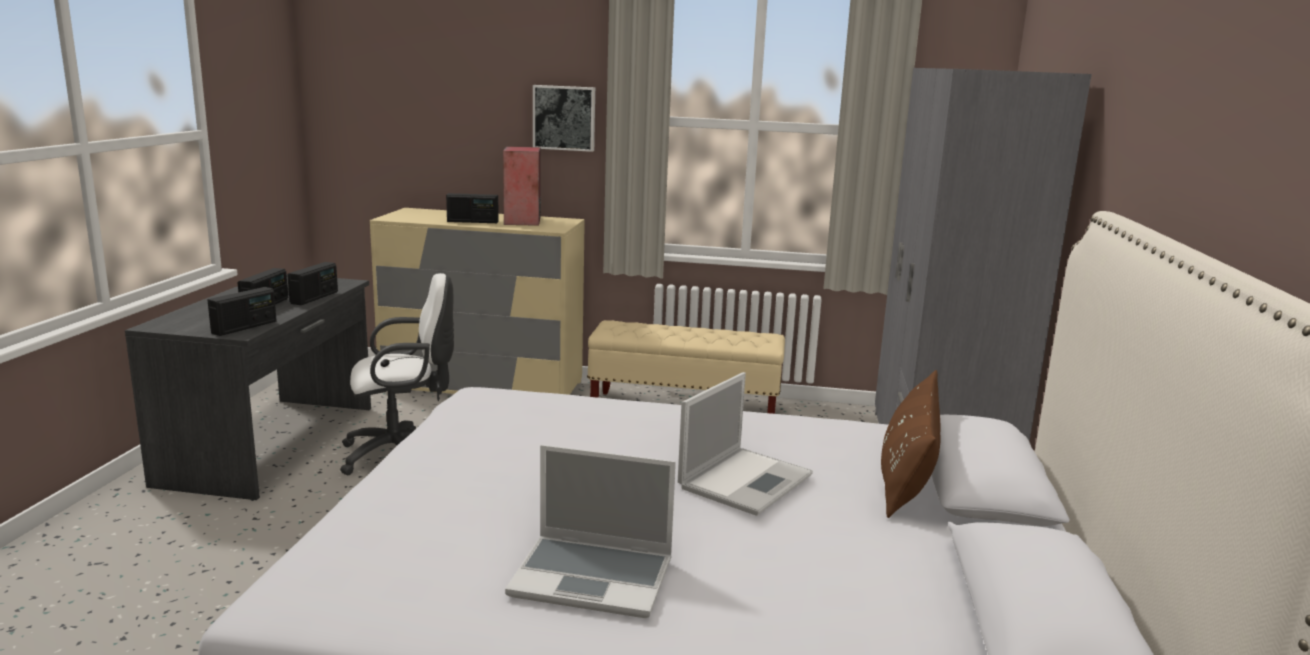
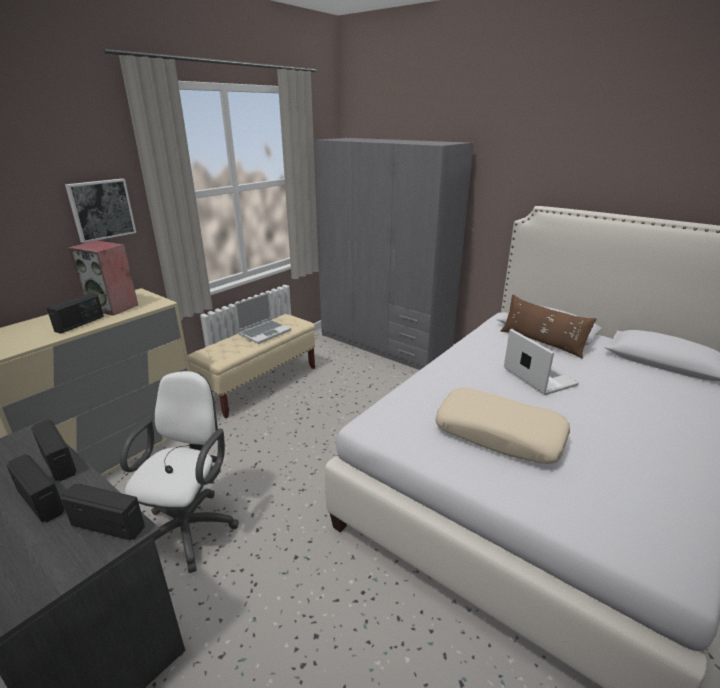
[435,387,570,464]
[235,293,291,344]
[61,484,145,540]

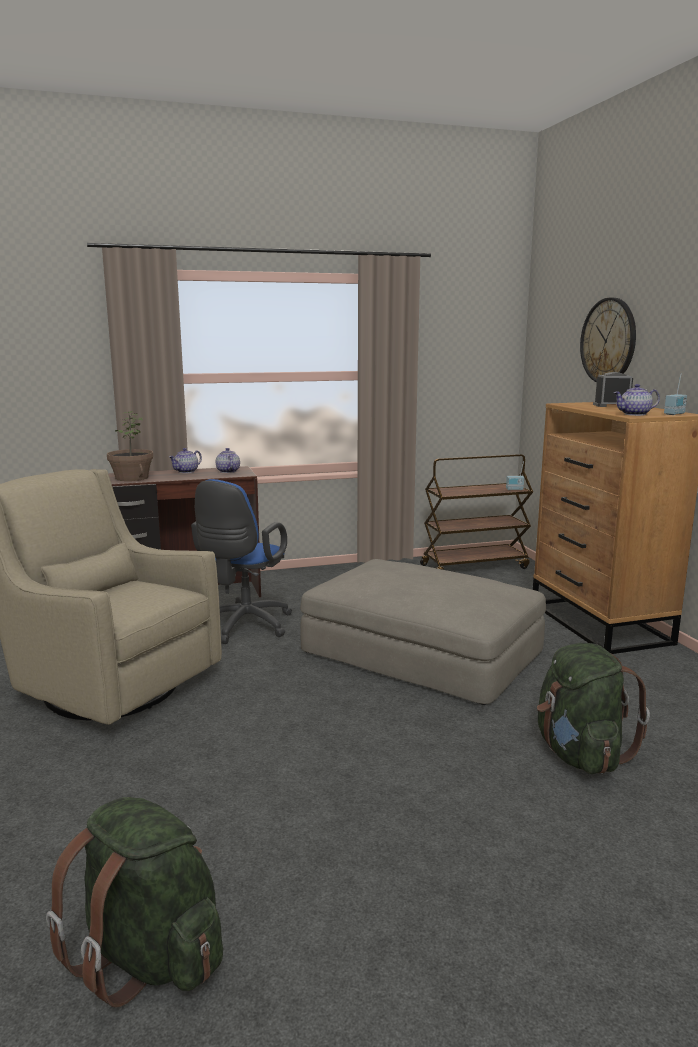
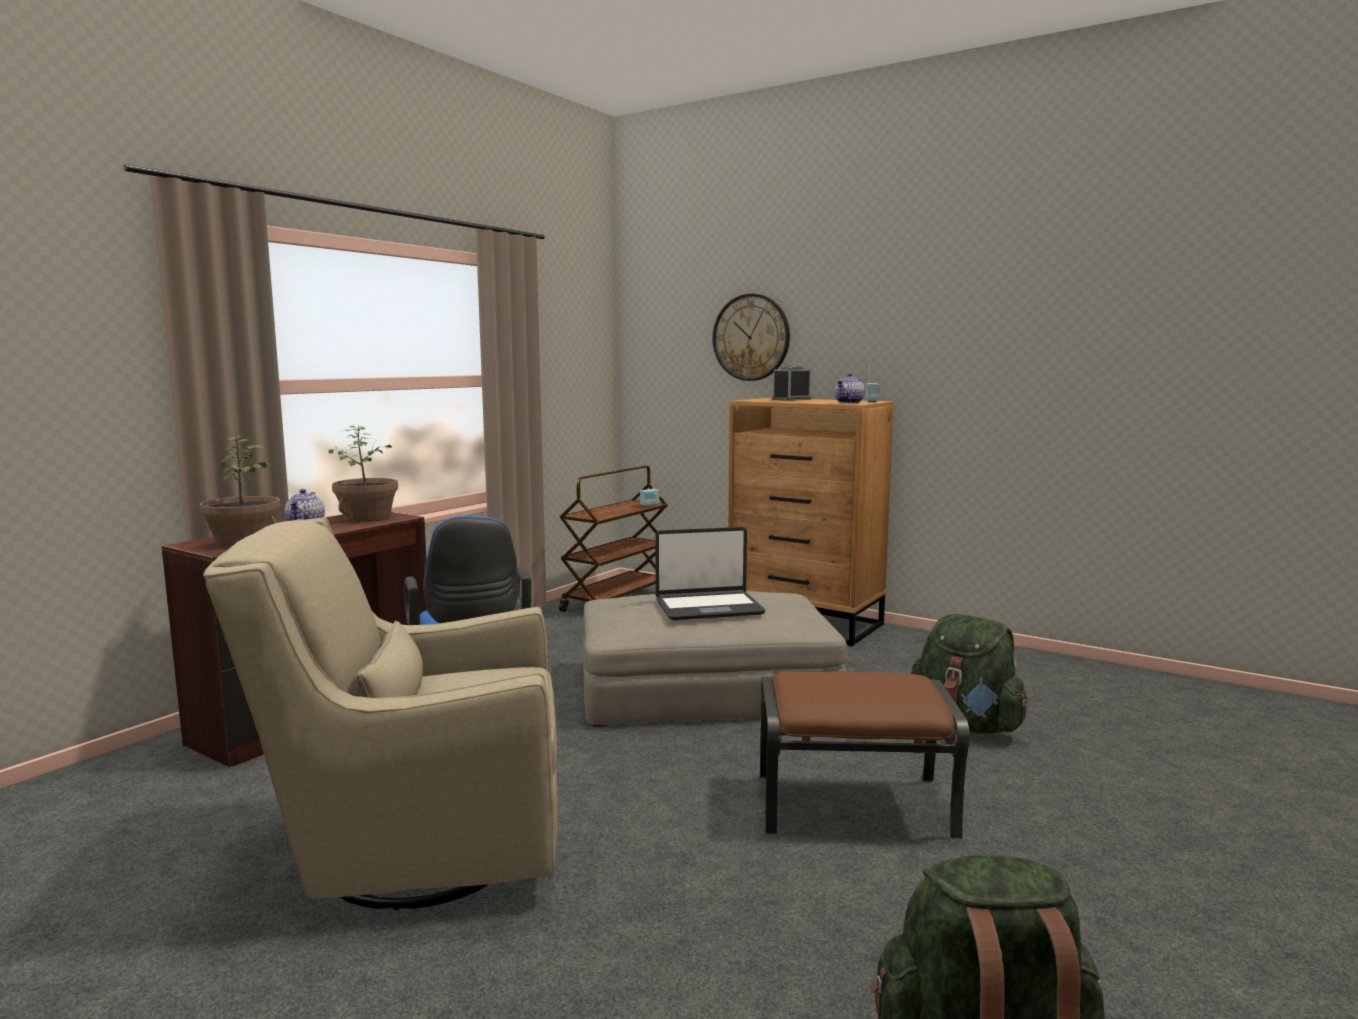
[655,527,765,620]
[760,671,970,839]
[329,426,398,522]

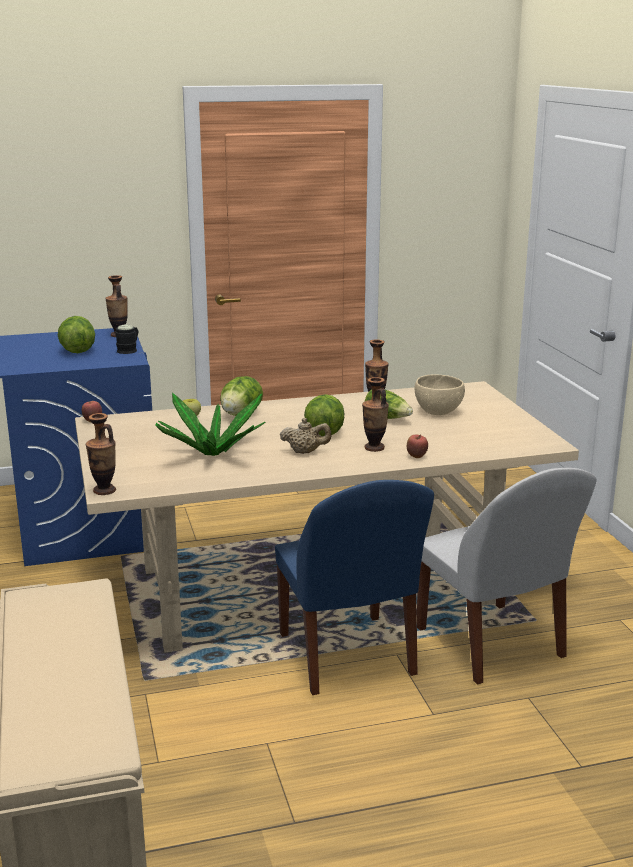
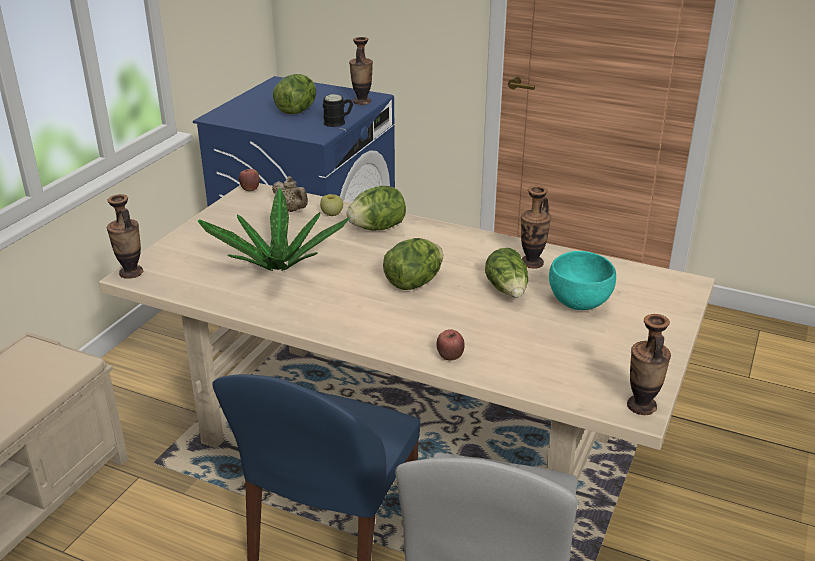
[272,176,308,212]
[627,314,671,415]
[549,251,616,310]

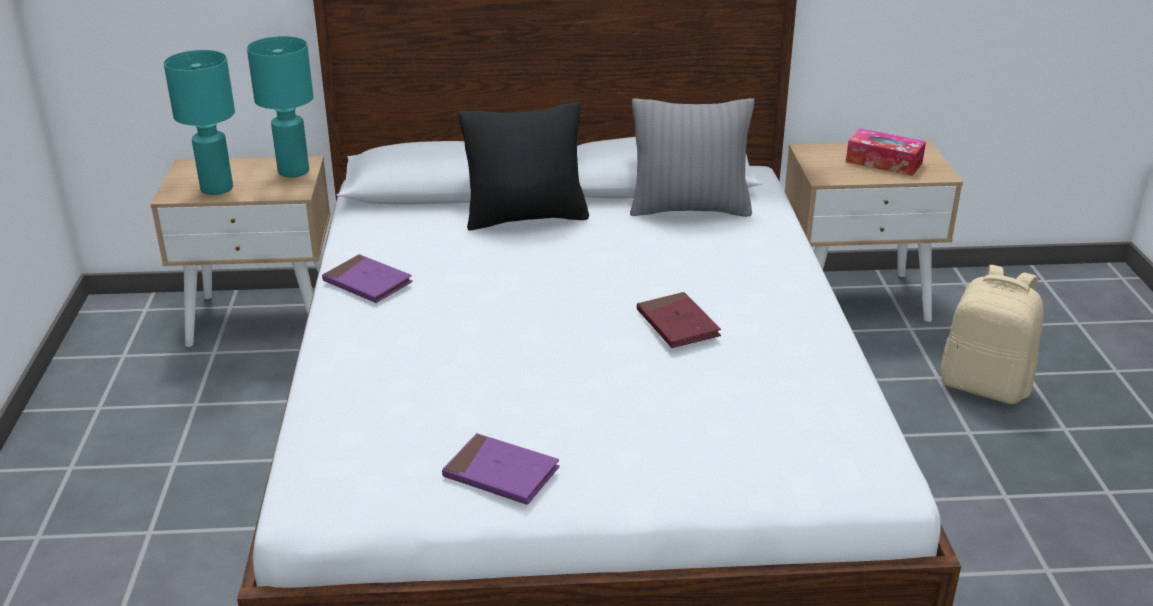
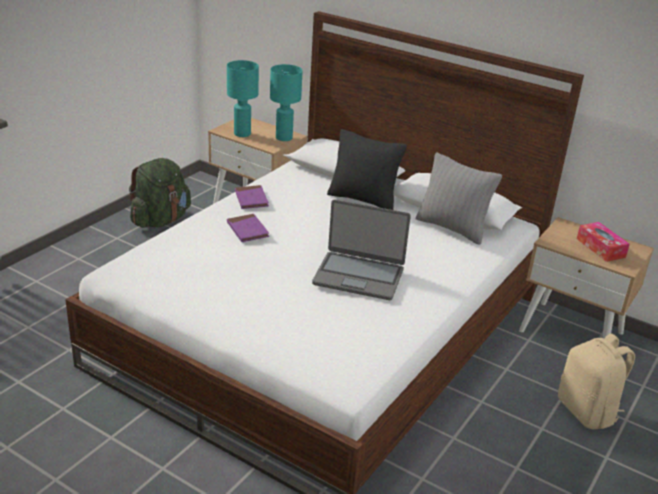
[129,158,191,228]
[227,214,269,242]
[312,199,411,300]

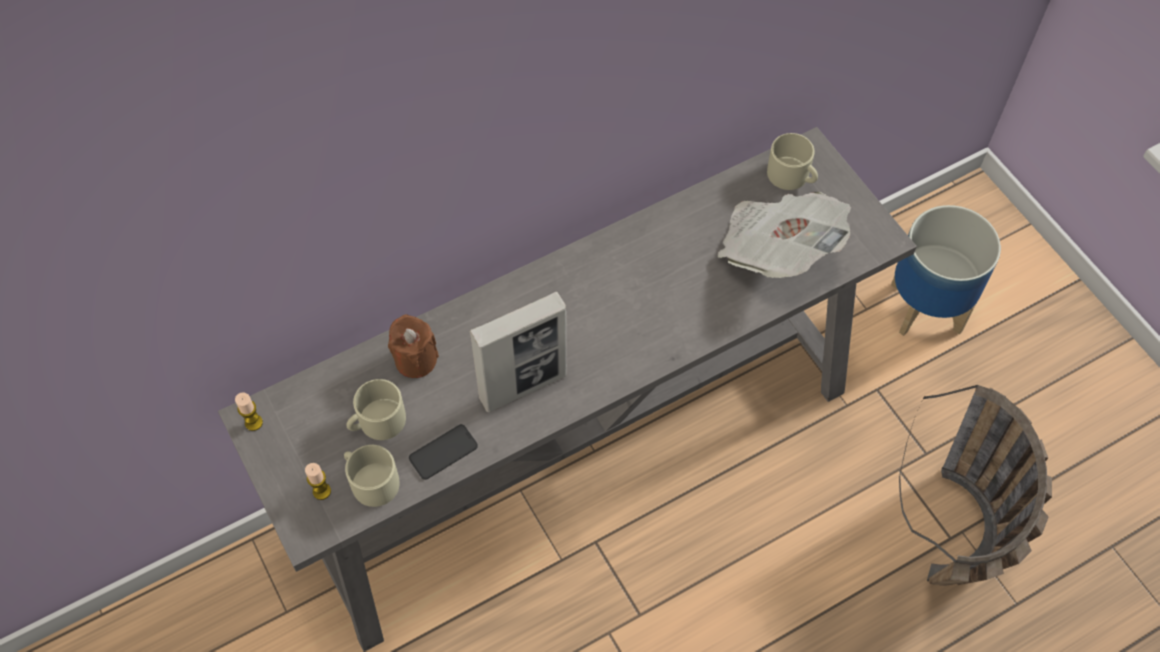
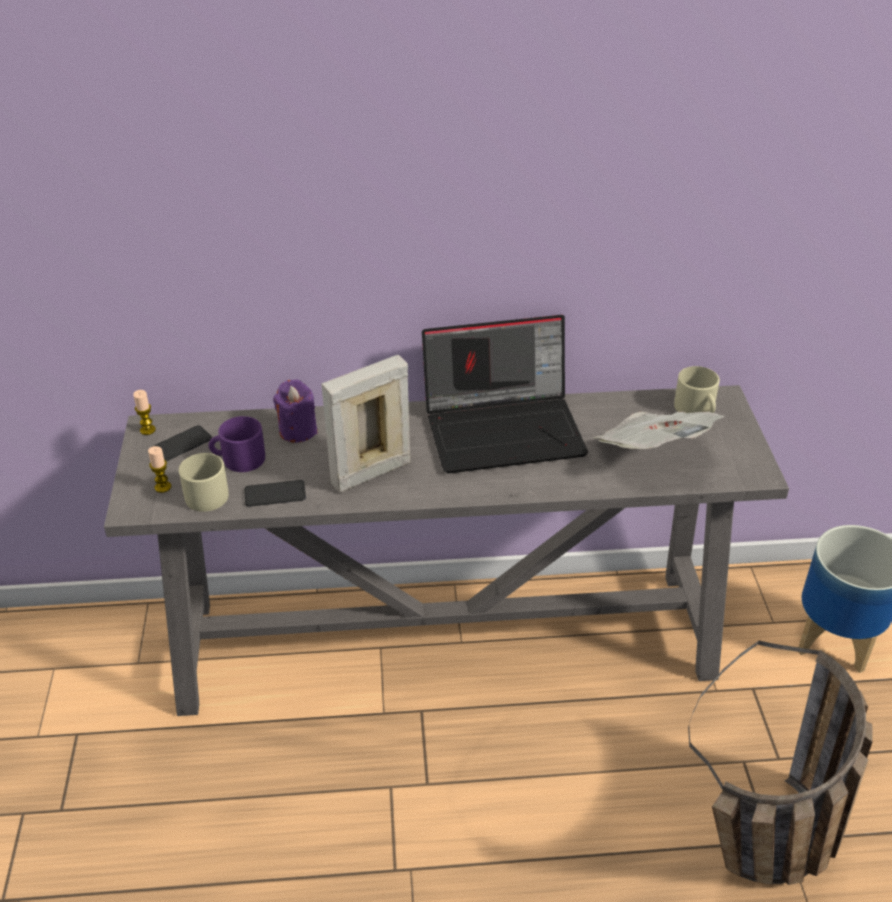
[152,425,212,461]
[422,315,588,473]
[209,416,265,472]
[273,380,317,443]
[321,355,411,493]

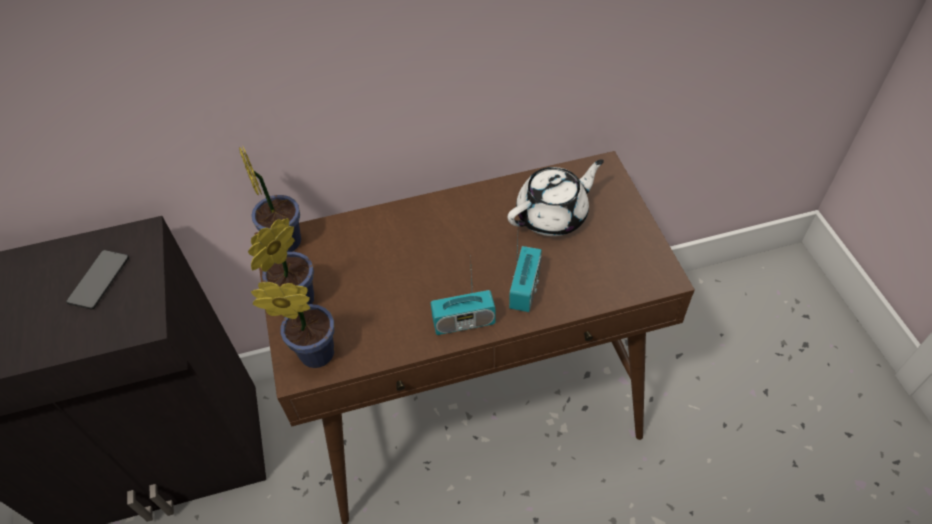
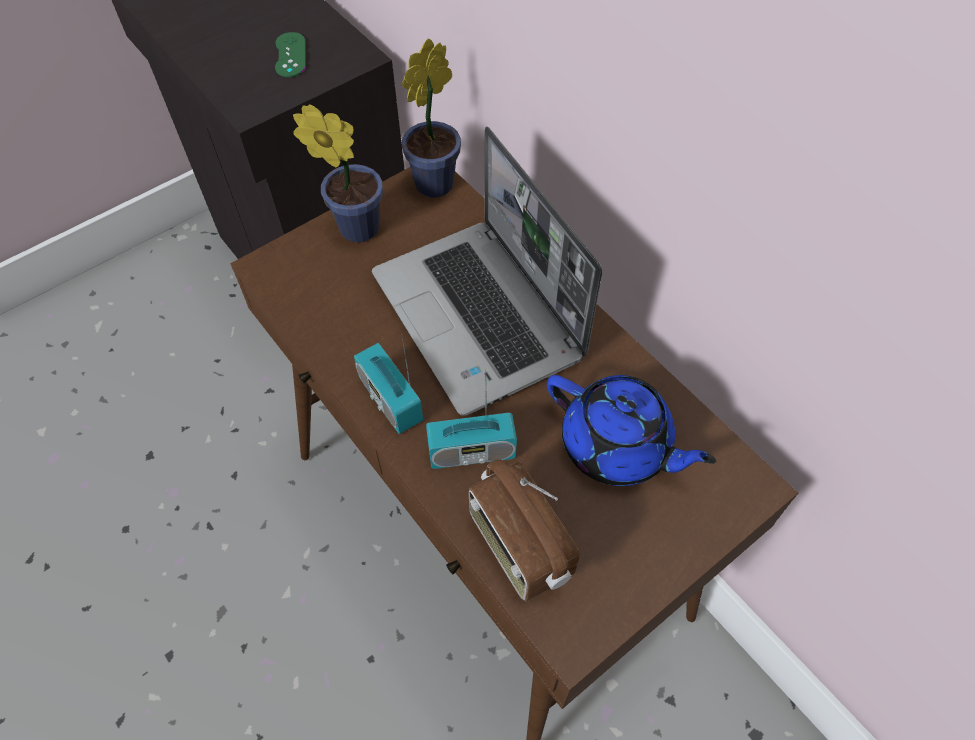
[251,282,335,368] (first image)
[372,126,602,416]
[469,459,580,601]
[275,32,306,77]
[547,375,716,486]

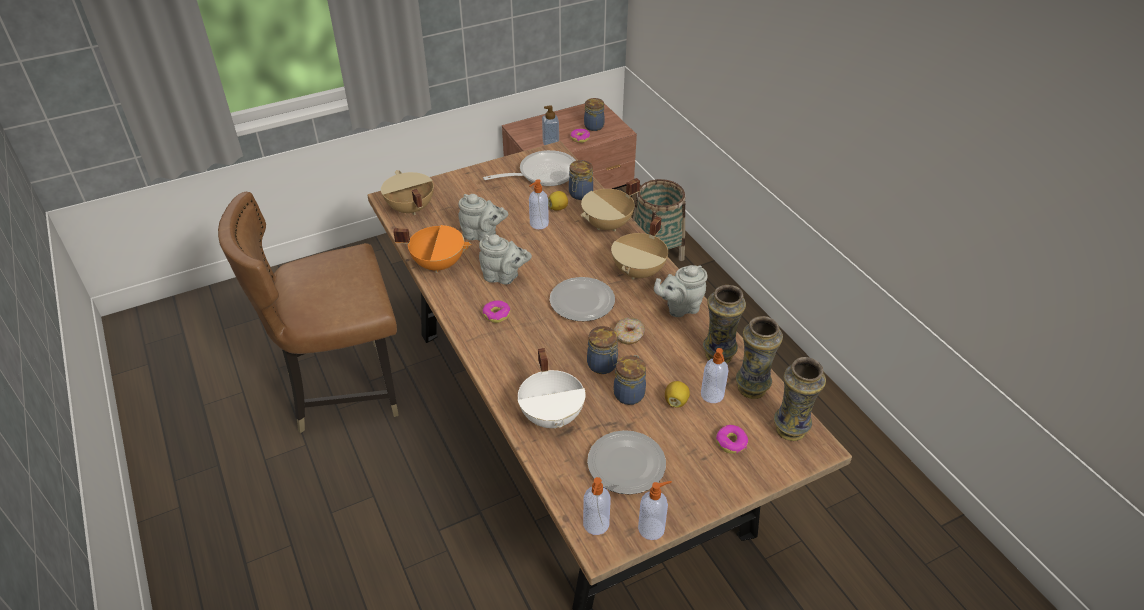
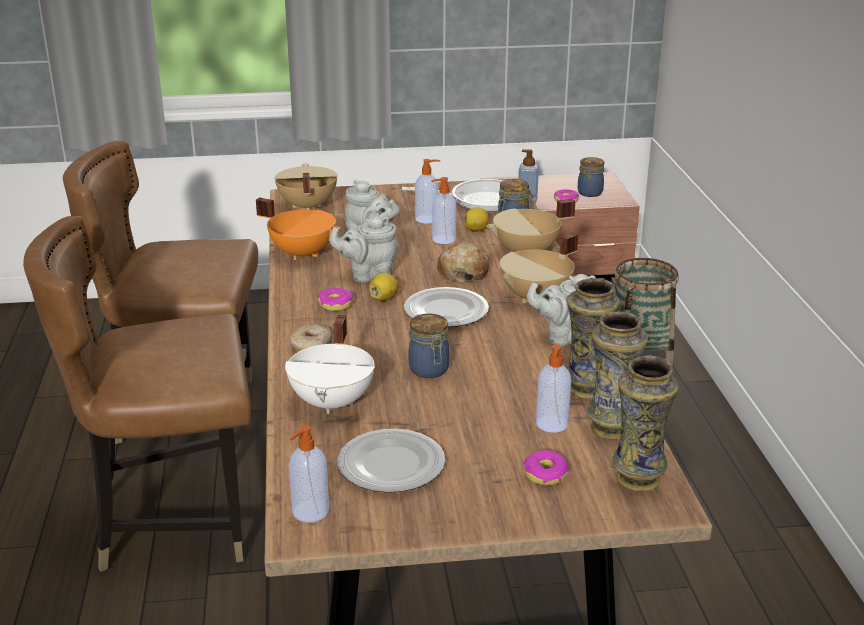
[614,355,646,405] (first image)
[23,216,251,572]
[437,242,489,283]
[290,324,332,352]
[415,159,440,224]
[369,273,398,301]
[329,216,398,283]

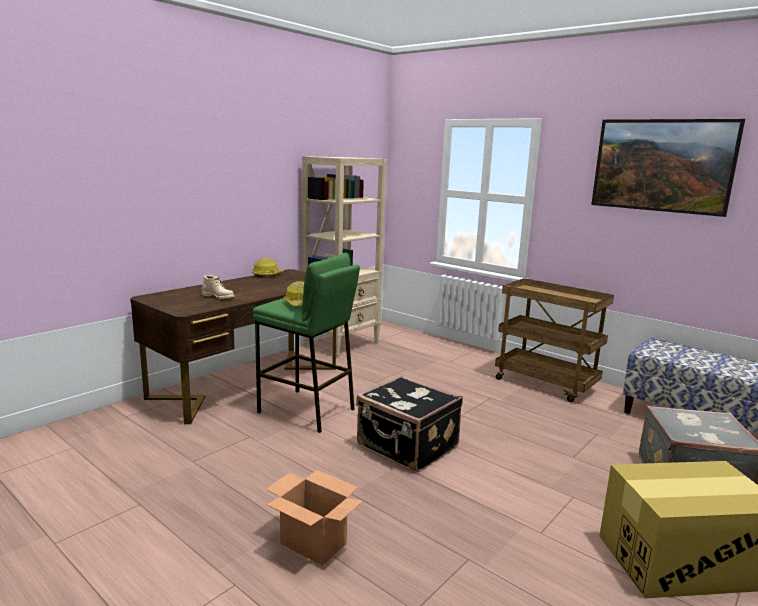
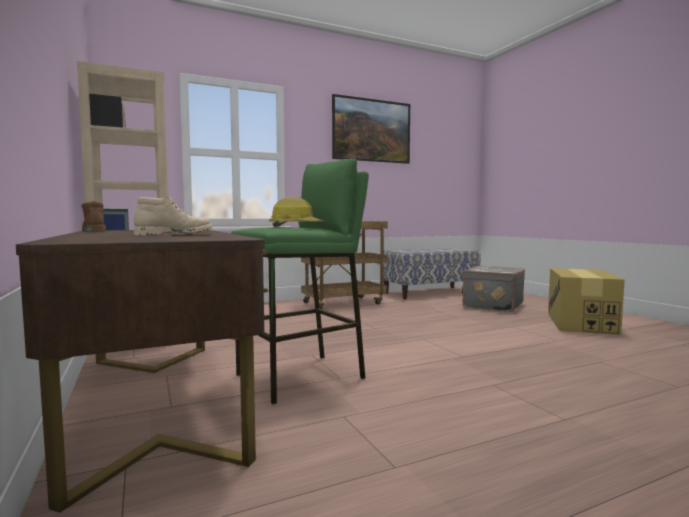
[266,470,363,566] (first image)
[356,375,463,472] (first image)
[81,201,106,232]

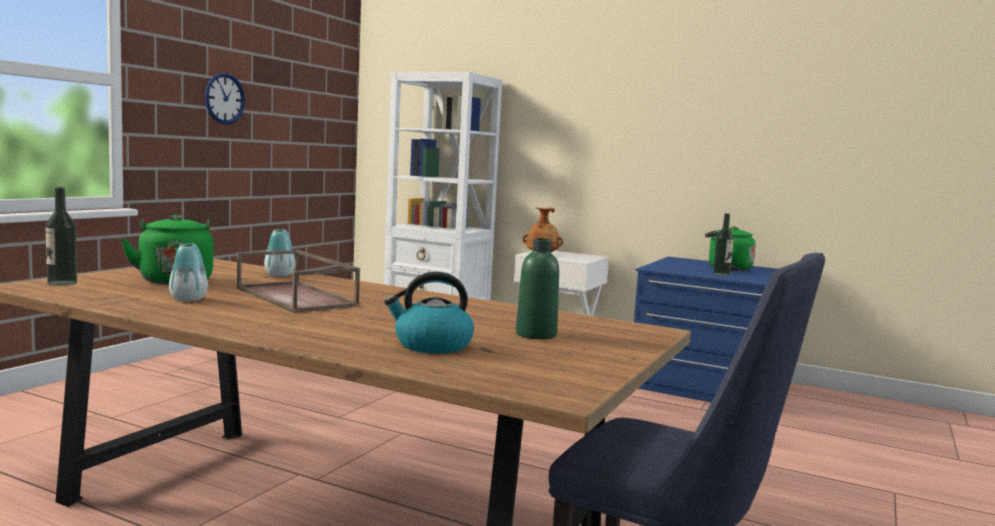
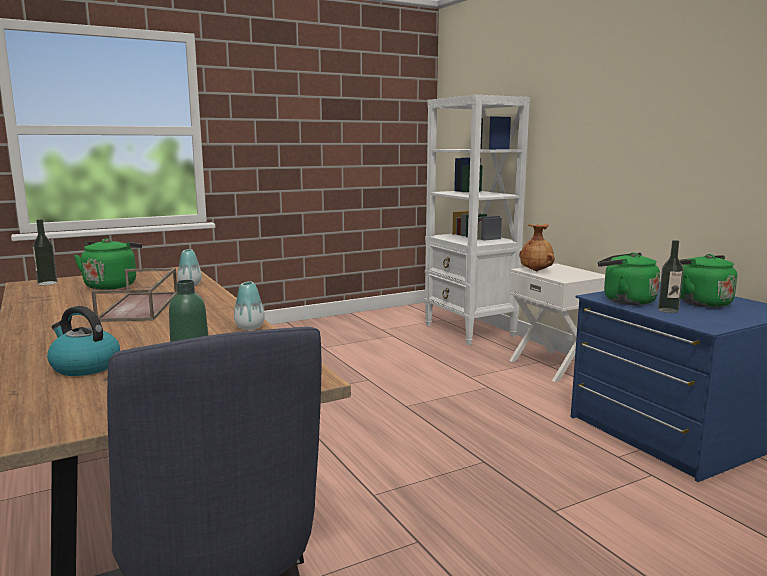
[205,73,245,124] (first image)
[598,252,660,305]
[234,281,265,330]

